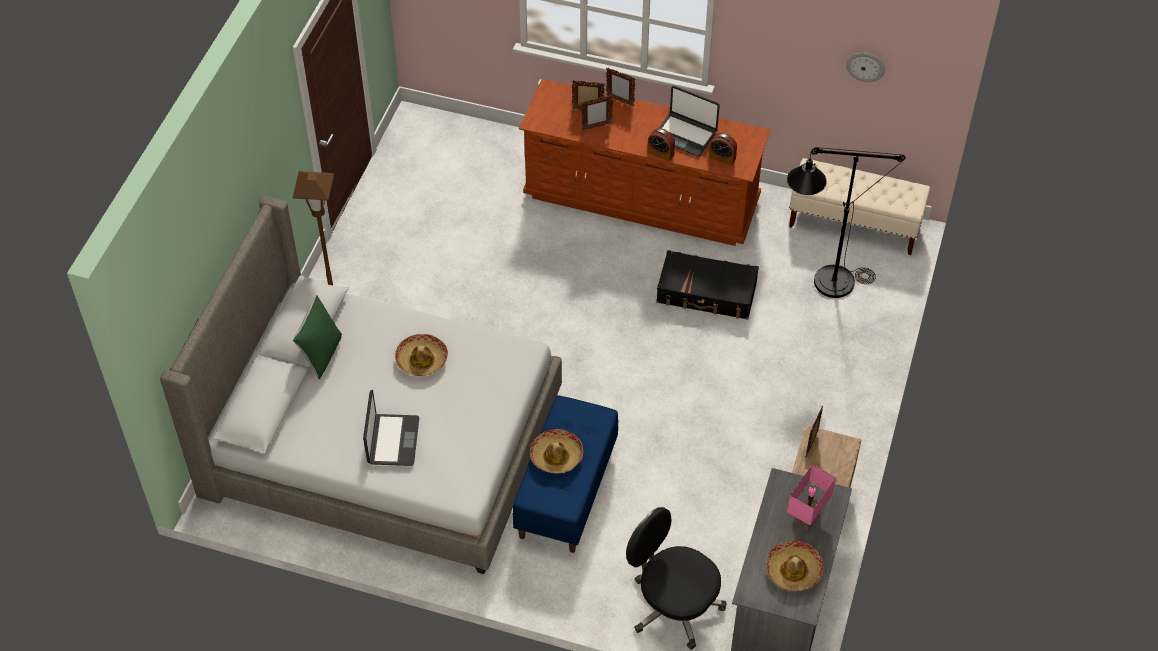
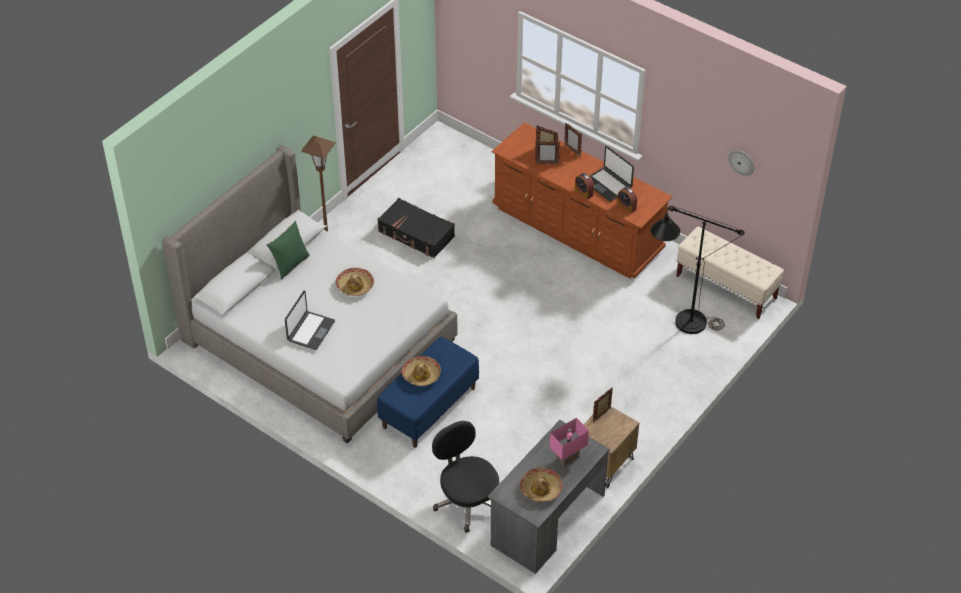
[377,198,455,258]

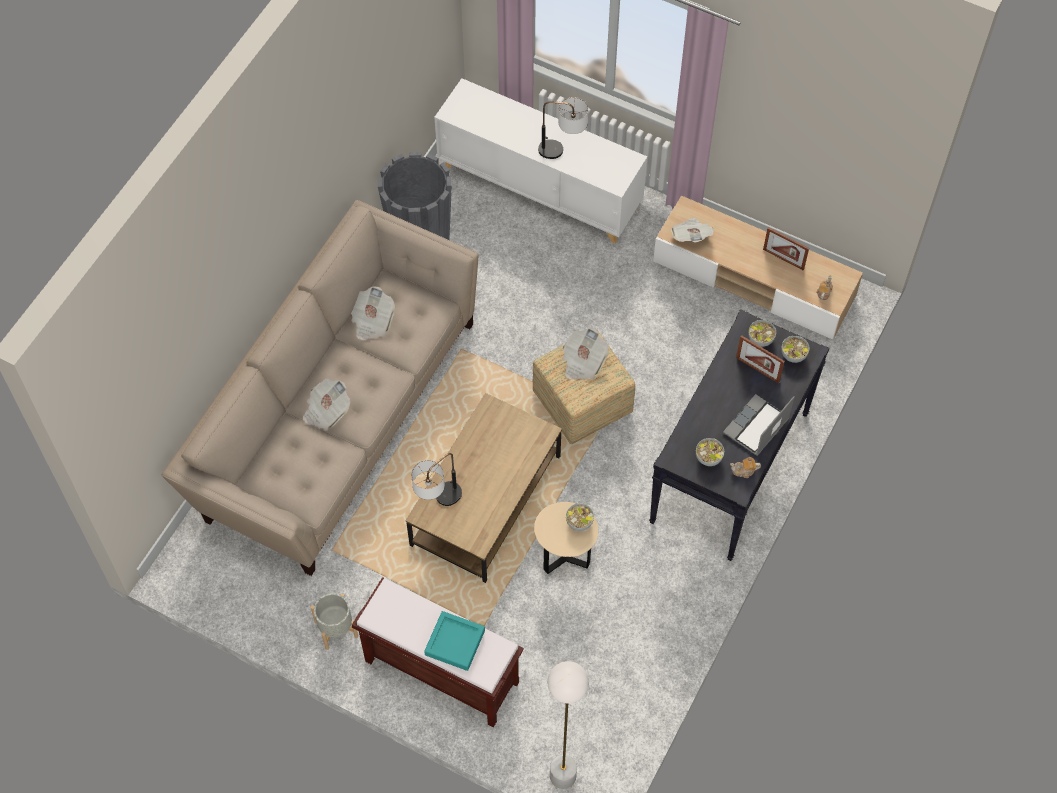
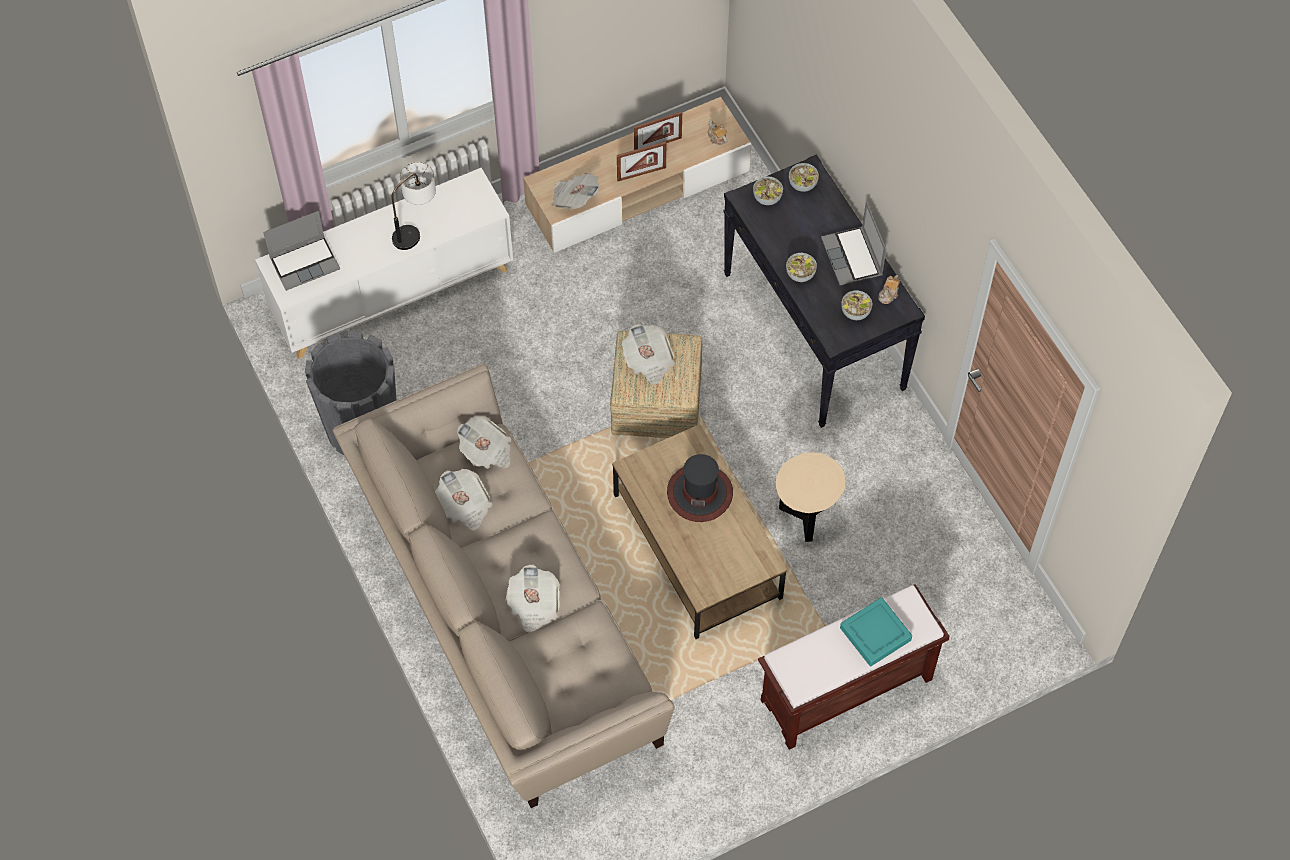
[311,593,358,650] (first image)
[411,453,462,506] (first image)
[547,661,589,789] (first image)
[263,211,340,291]
[457,416,511,469]
[667,454,733,522]
[786,253,817,282]
[617,141,666,181]

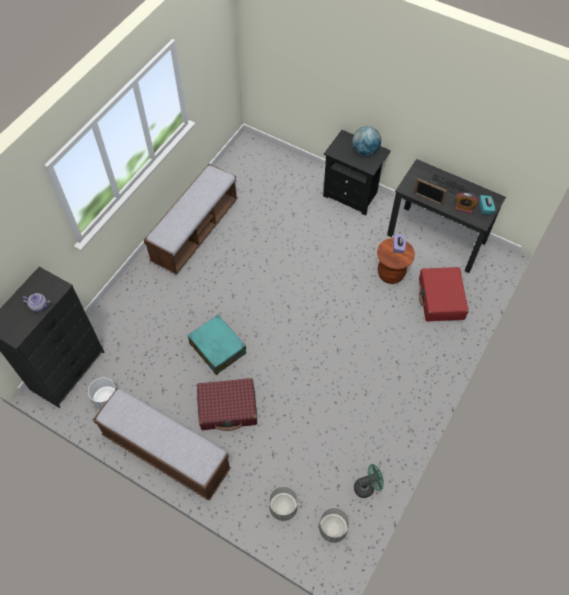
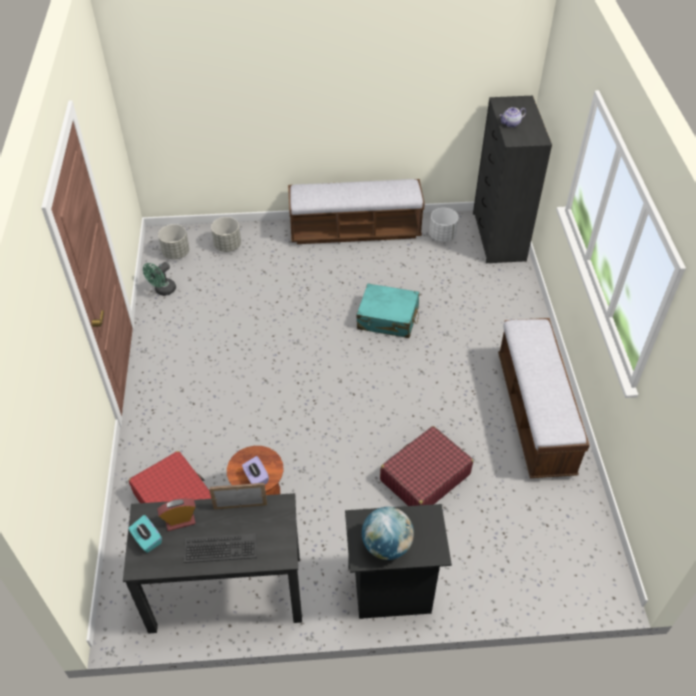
[380,426,473,506]

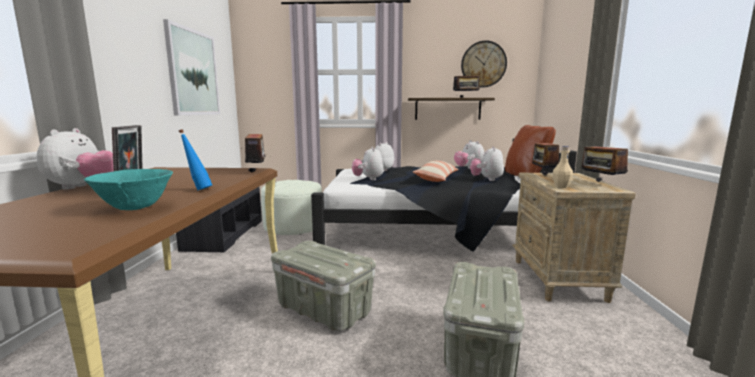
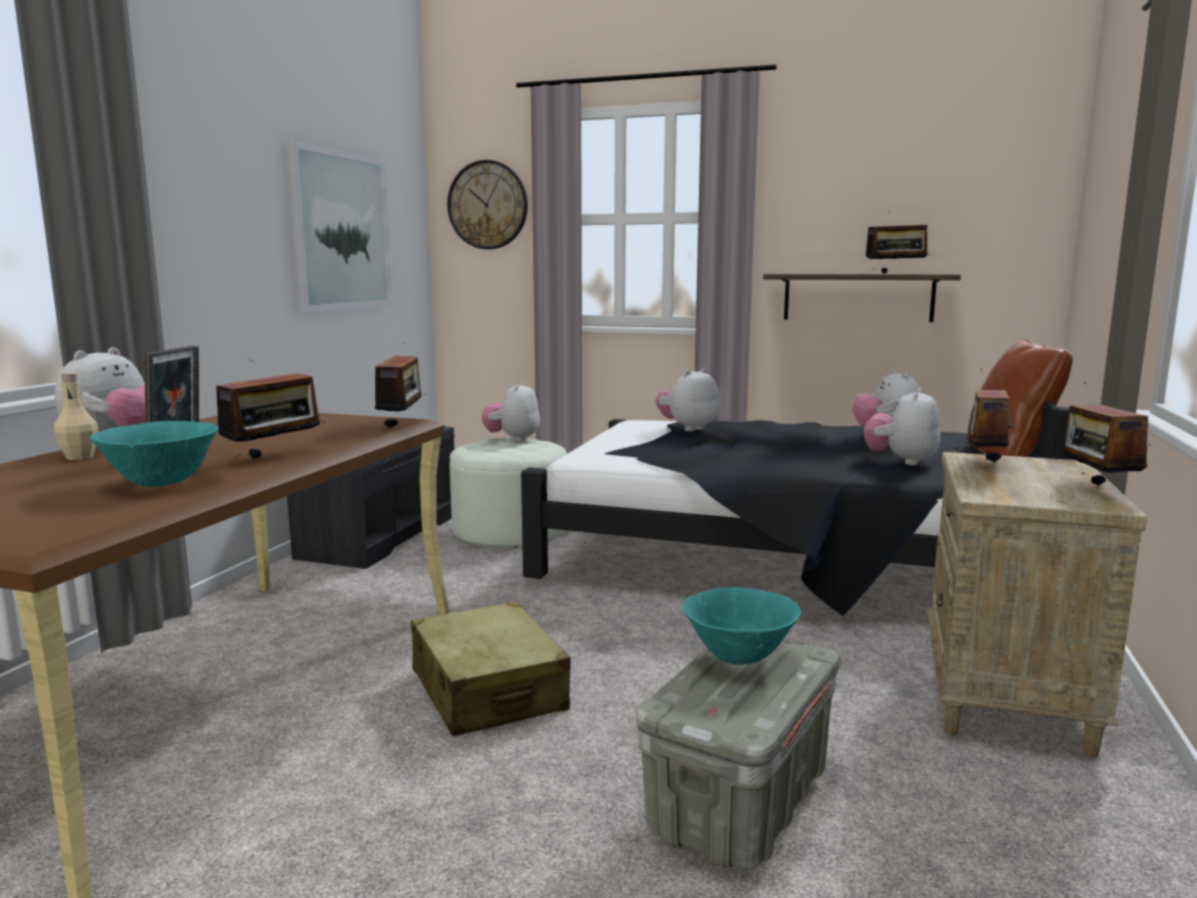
[413,161,459,182] (first image)
[683,587,801,665]
[482,382,540,442]
[447,160,528,249]
[54,373,98,460]
[216,360,325,460]
[411,601,571,736]

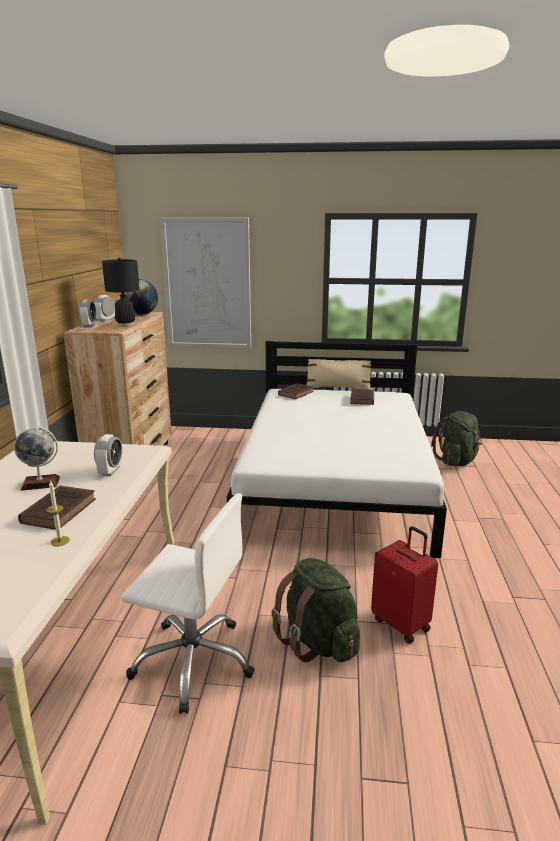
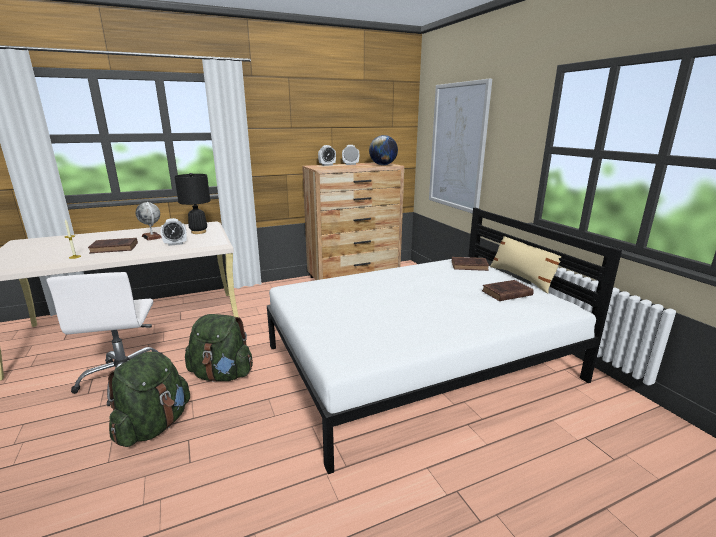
[371,526,438,644] (first image)
[175,173,210,234]
[185,314,253,382]

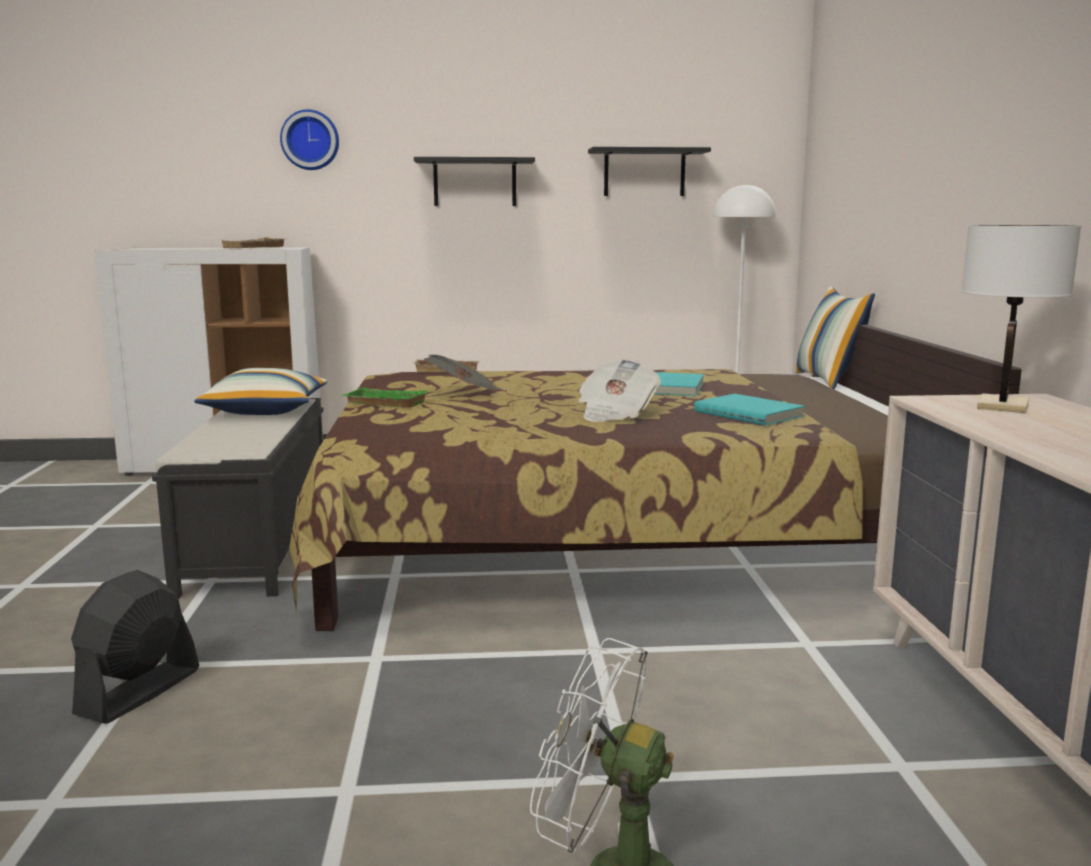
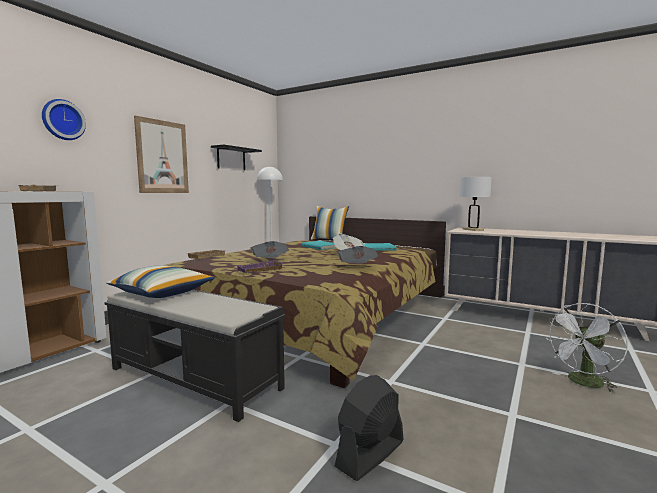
[337,246,379,264]
[134,116,189,193]
[237,260,285,273]
[335,375,403,481]

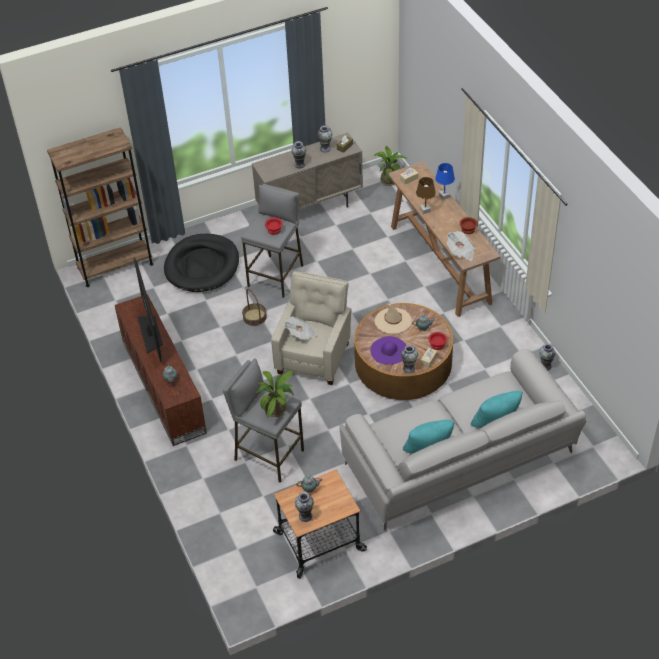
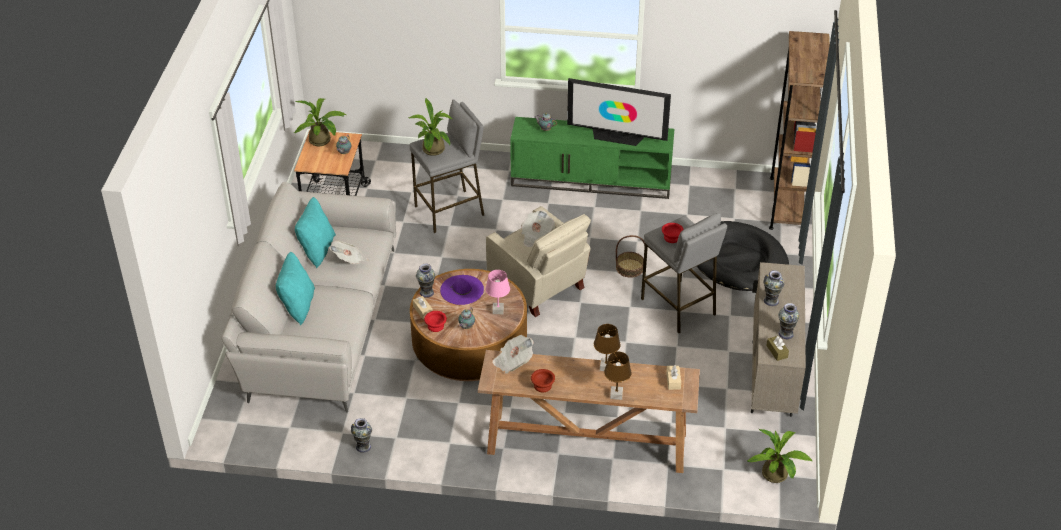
[329,240,369,264]
[294,98,346,146]
[485,270,510,314]
[510,117,675,199]
[604,352,631,400]

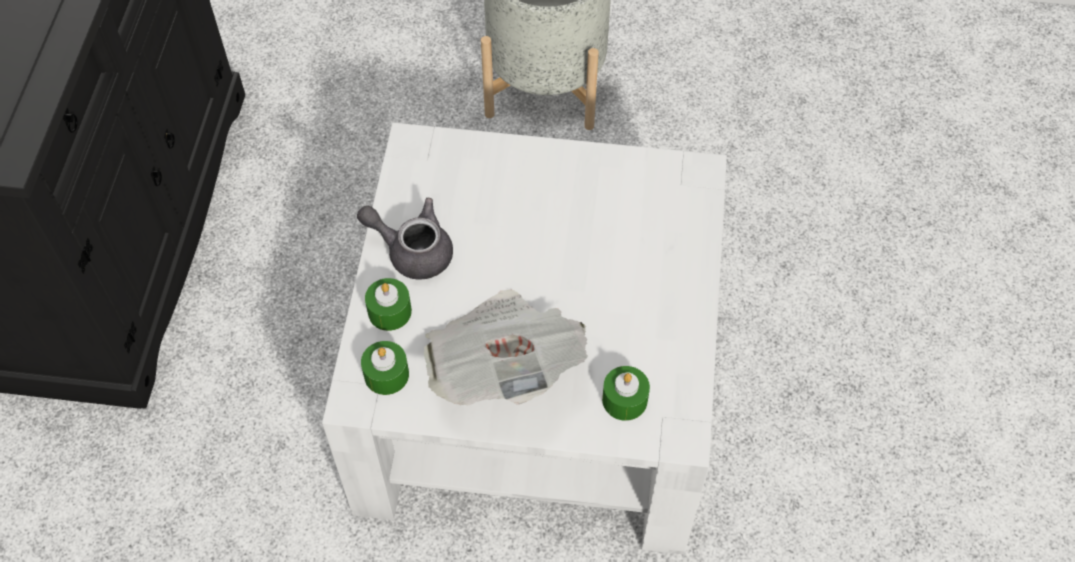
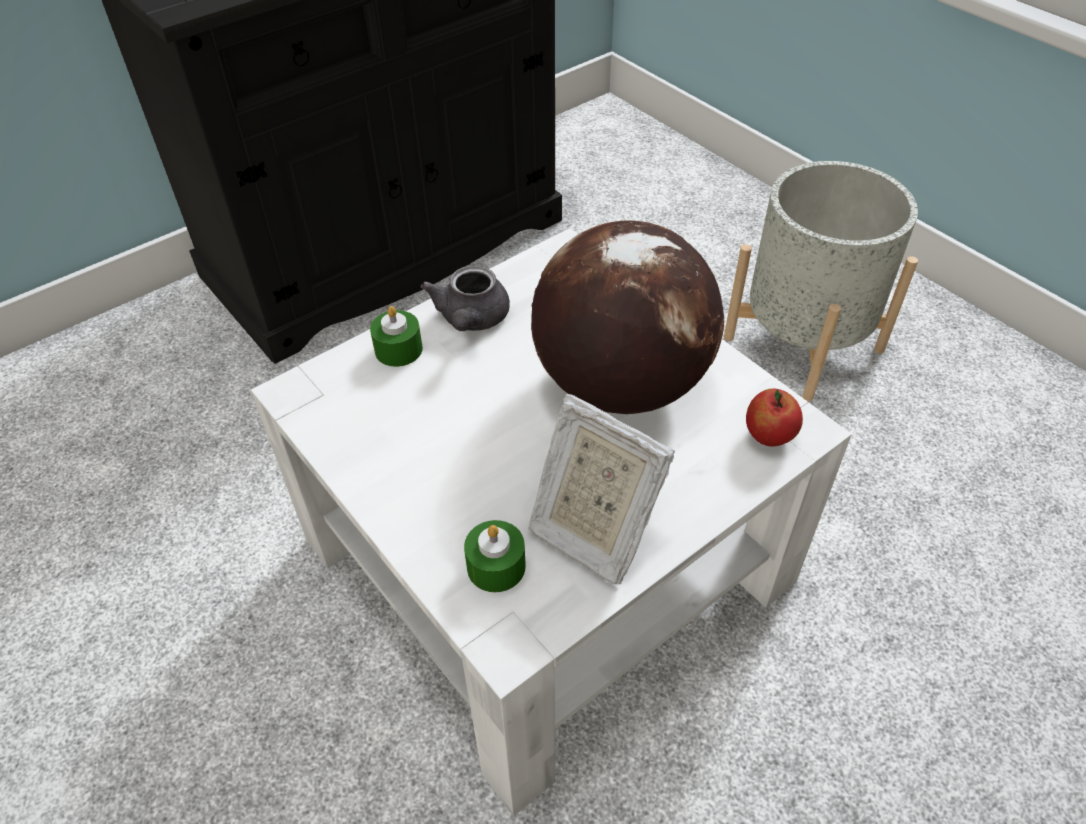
[361,341,409,395] (first image)
[424,290,588,406] (first image)
[528,394,675,584]
[531,220,724,414]
[746,389,803,446]
[421,265,510,331]

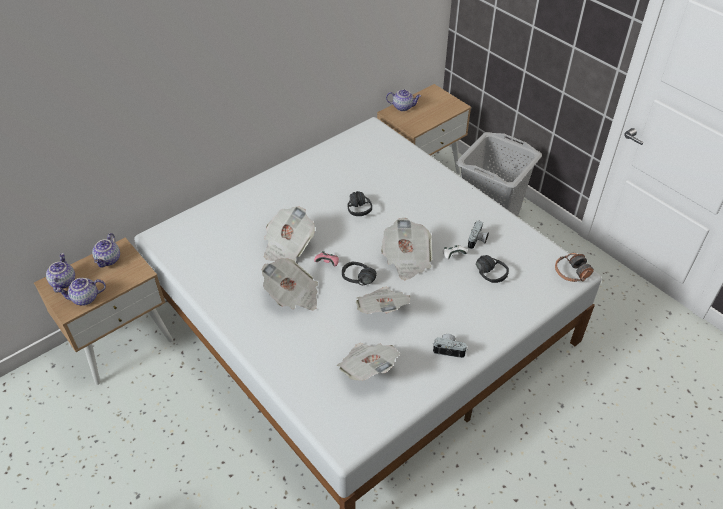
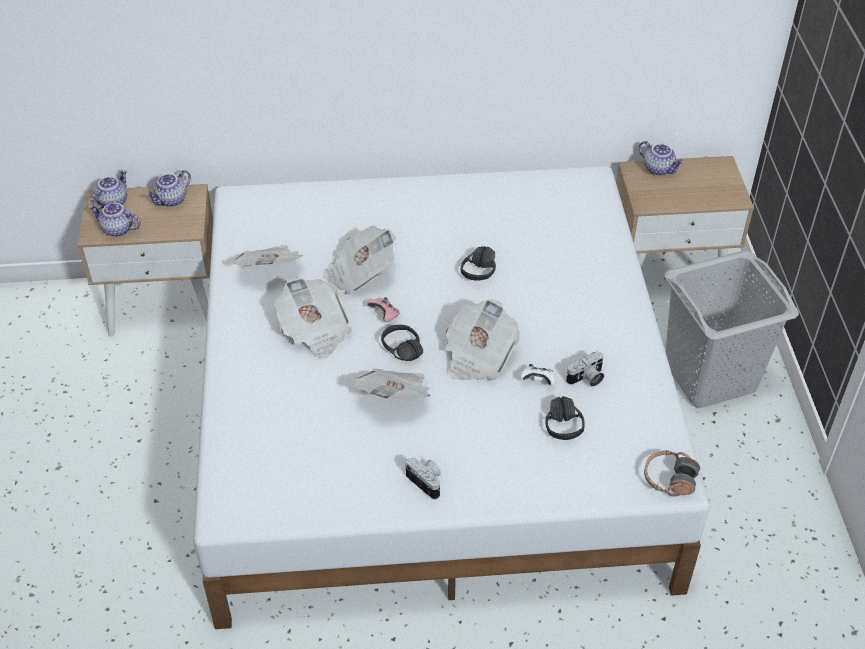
[232,245,303,267]

